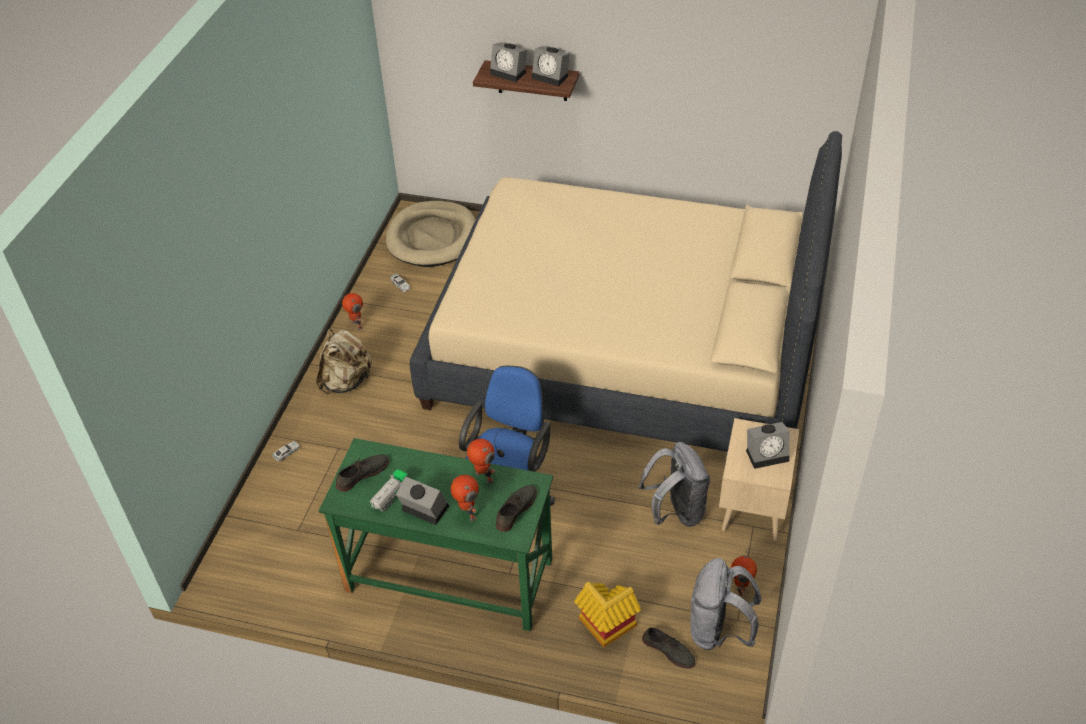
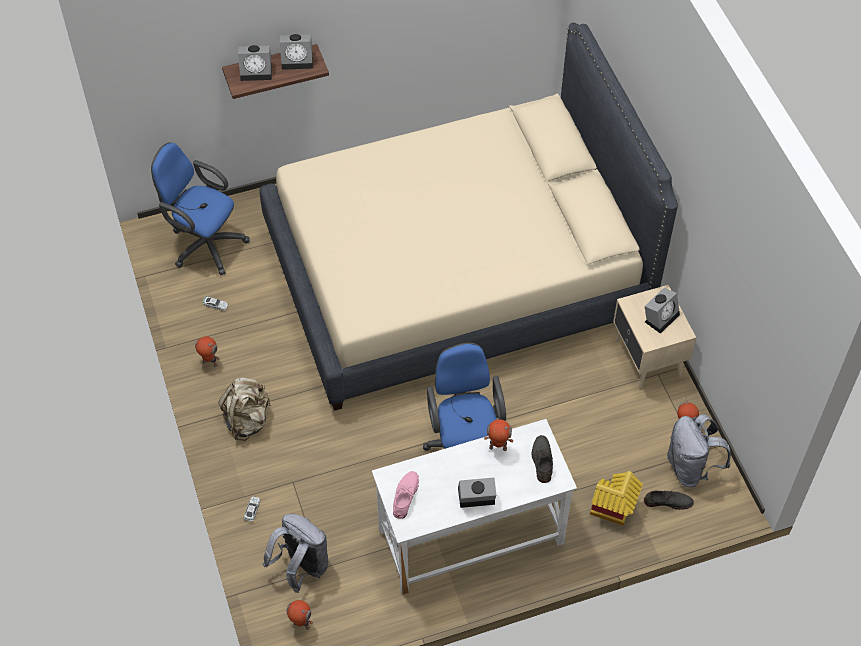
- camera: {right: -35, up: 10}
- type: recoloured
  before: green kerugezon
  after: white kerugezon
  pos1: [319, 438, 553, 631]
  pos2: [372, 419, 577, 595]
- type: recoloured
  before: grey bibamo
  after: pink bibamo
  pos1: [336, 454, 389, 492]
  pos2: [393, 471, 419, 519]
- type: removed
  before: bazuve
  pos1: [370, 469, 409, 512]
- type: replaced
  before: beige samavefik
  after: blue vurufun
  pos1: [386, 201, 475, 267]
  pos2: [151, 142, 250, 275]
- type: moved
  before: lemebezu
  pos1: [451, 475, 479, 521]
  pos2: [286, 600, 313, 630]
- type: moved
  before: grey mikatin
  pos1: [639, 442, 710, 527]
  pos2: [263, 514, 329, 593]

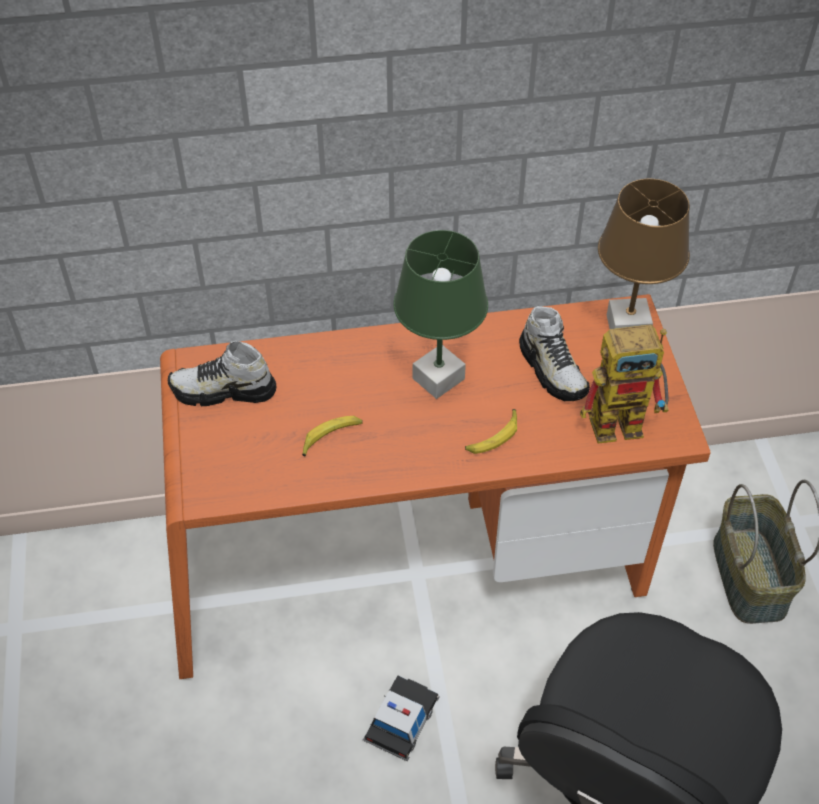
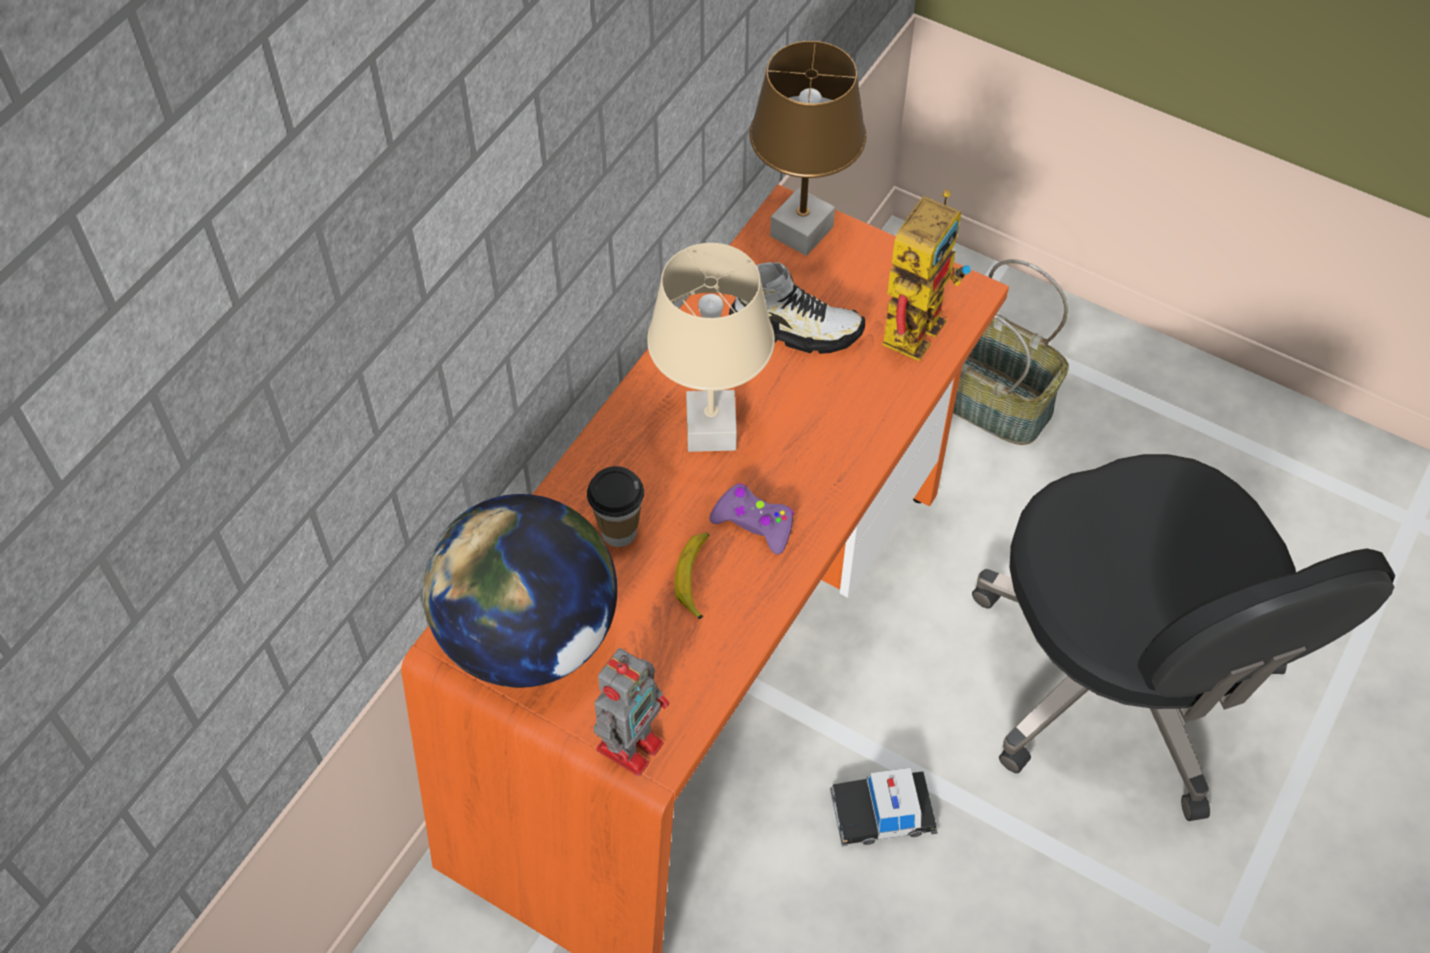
- camera: {right: -50, up: 5}
- type: replaced
  before: bibamo
  after: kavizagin
  pos1: [168, 341, 277, 406]
  pos2: [423, 494, 617, 688]
- type: turned
  before: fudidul
  pos1: [363, 676, 440, 761]
  pos2: [830, 768, 938, 847]
  turn: -75
- type: recoloured
  before: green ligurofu
  after: beige ligurofu
  pos1: [393, 230, 488, 399]
  pos2: [647, 243, 775, 452]
- type: removed
  before: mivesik
  pos1: [465, 409, 517, 454]
- type: added
  after: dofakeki
  pos2: [587, 466, 644, 547]
- type: added
  after: lemebezu
  pos2: [594, 648, 669, 776]
- type: added
  after: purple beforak
  pos2: [710, 484, 794, 555]

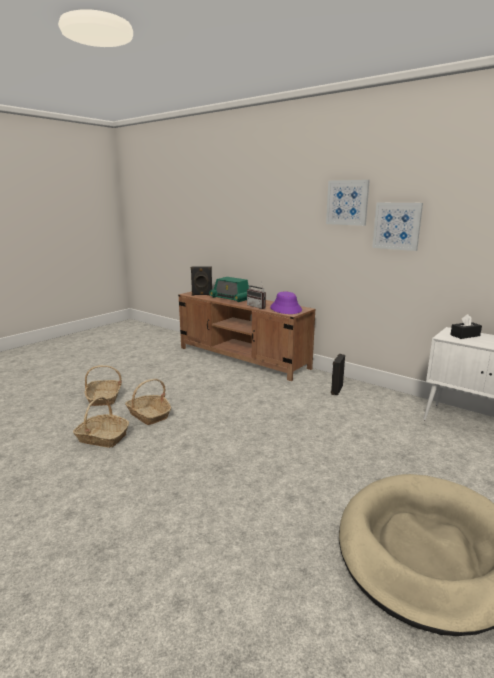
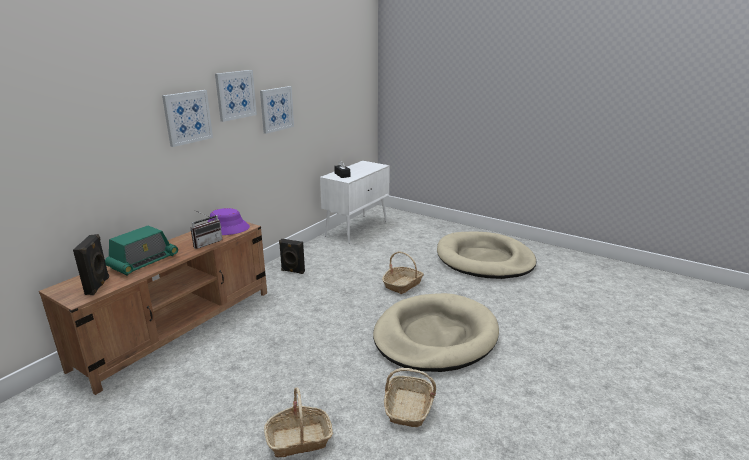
- camera: {right: -95, up: 5}
- type: moved
  before: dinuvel
  pos1: [125, 379, 171, 425]
  pos2: [382, 252, 424, 294]
- type: added
  after: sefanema
  pos2: [162, 90, 213, 147]
- type: added
  after: beige samavefik
  pos2: [373, 293, 499, 372]

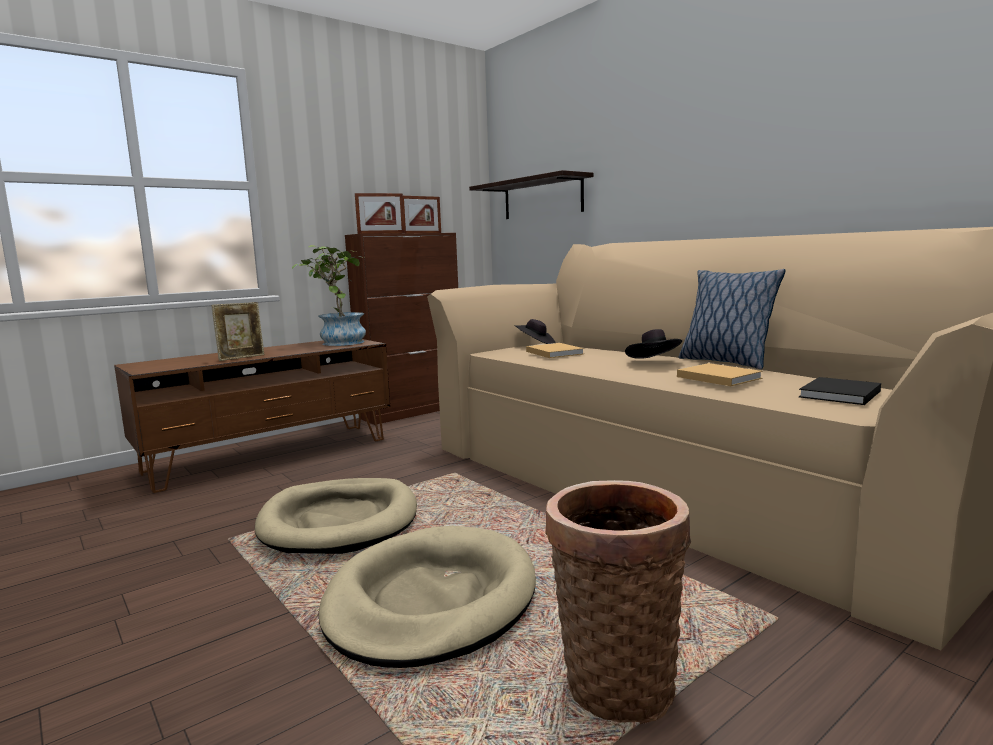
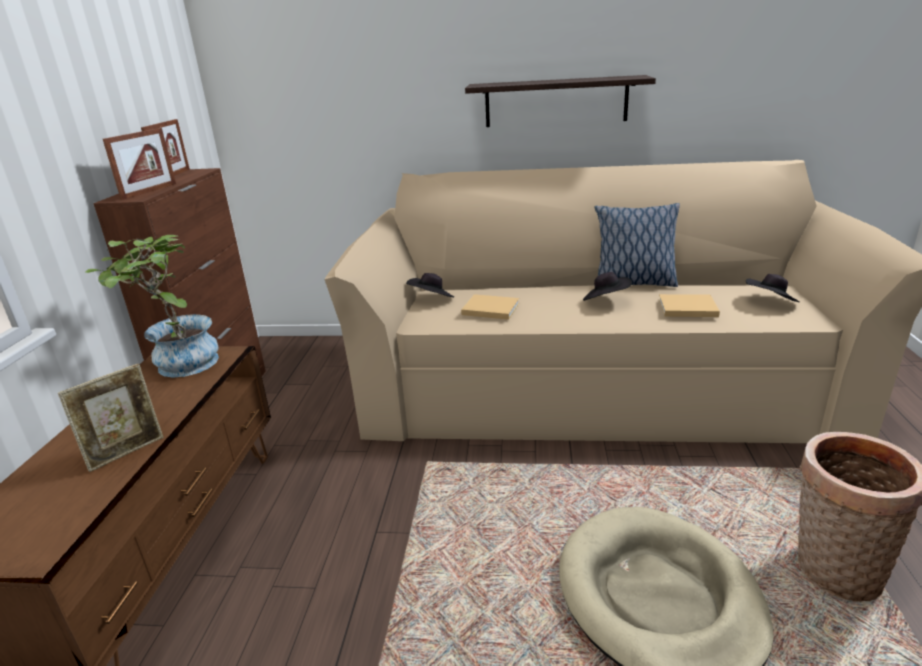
- camera: {right: -45, up: 15}
- type: turned
  before: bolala
  pos1: [211, 302, 264, 361]
  pos2: [58, 364, 164, 472]
  turn: 45
- type: removed
  before: beige samavefik
  pos1: [255, 478, 417, 554]
- type: moved
  before: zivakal
  pos1: [469, 170, 594, 219]
  pos2: [465, 75, 656, 127]
- type: replaced
  before: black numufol
  after: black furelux
  pos1: [799, 377, 881, 405]
  pos2: [746, 274, 800, 302]

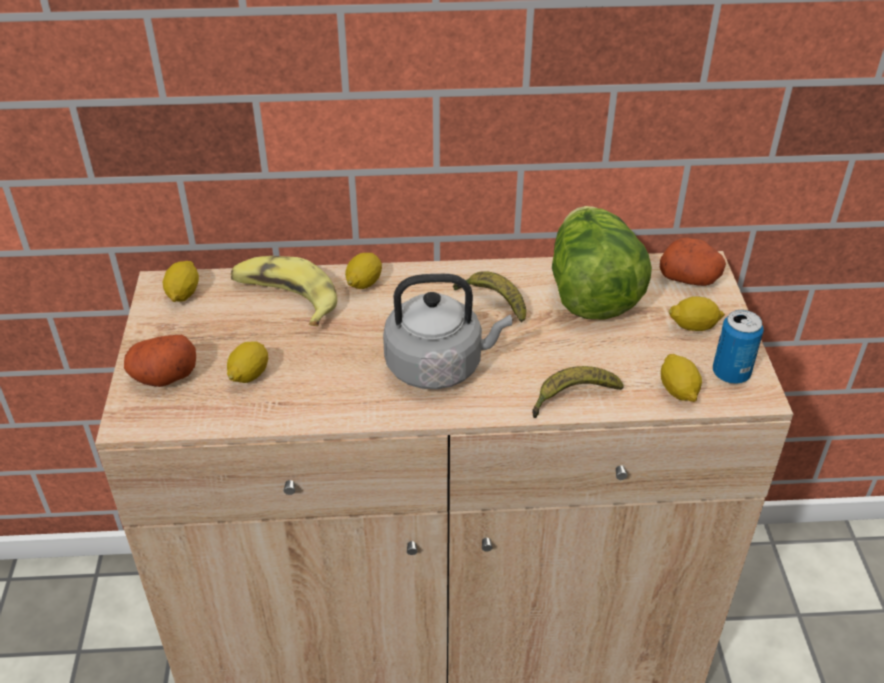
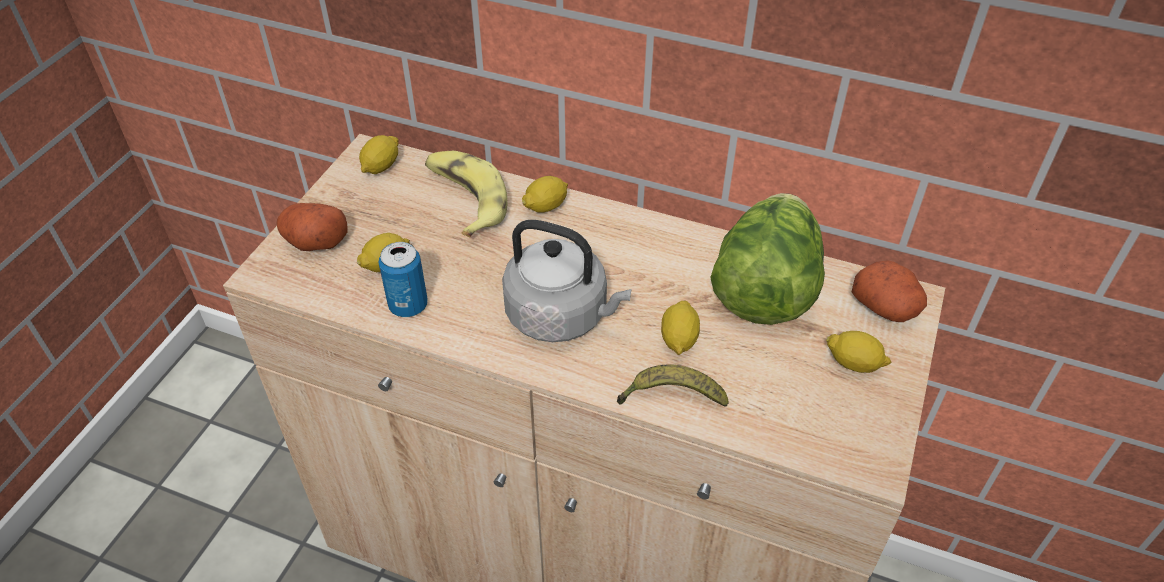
- camera: {right: 25, up: 5}
- type: removed
  before: mivesik
  pos1: [453, 271, 526, 323]
- type: moved
  before: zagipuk
  pos1: [661, 354, 702, 402]
  pos2: [661, 301, 700, 355]
- type: moved
  before: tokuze
  pos1: [713, 310, 764, 384]
  pos2: [378, 242, 428, 317]

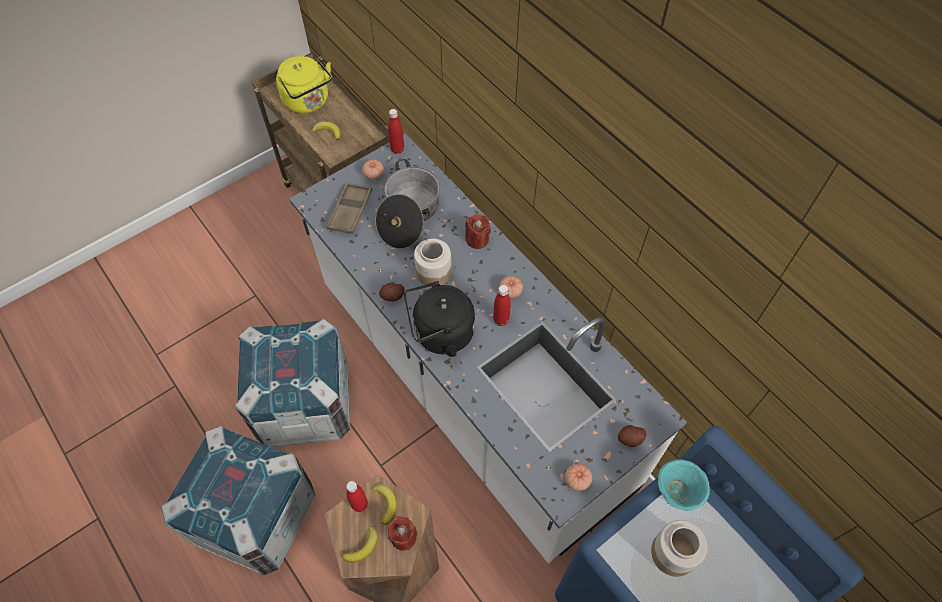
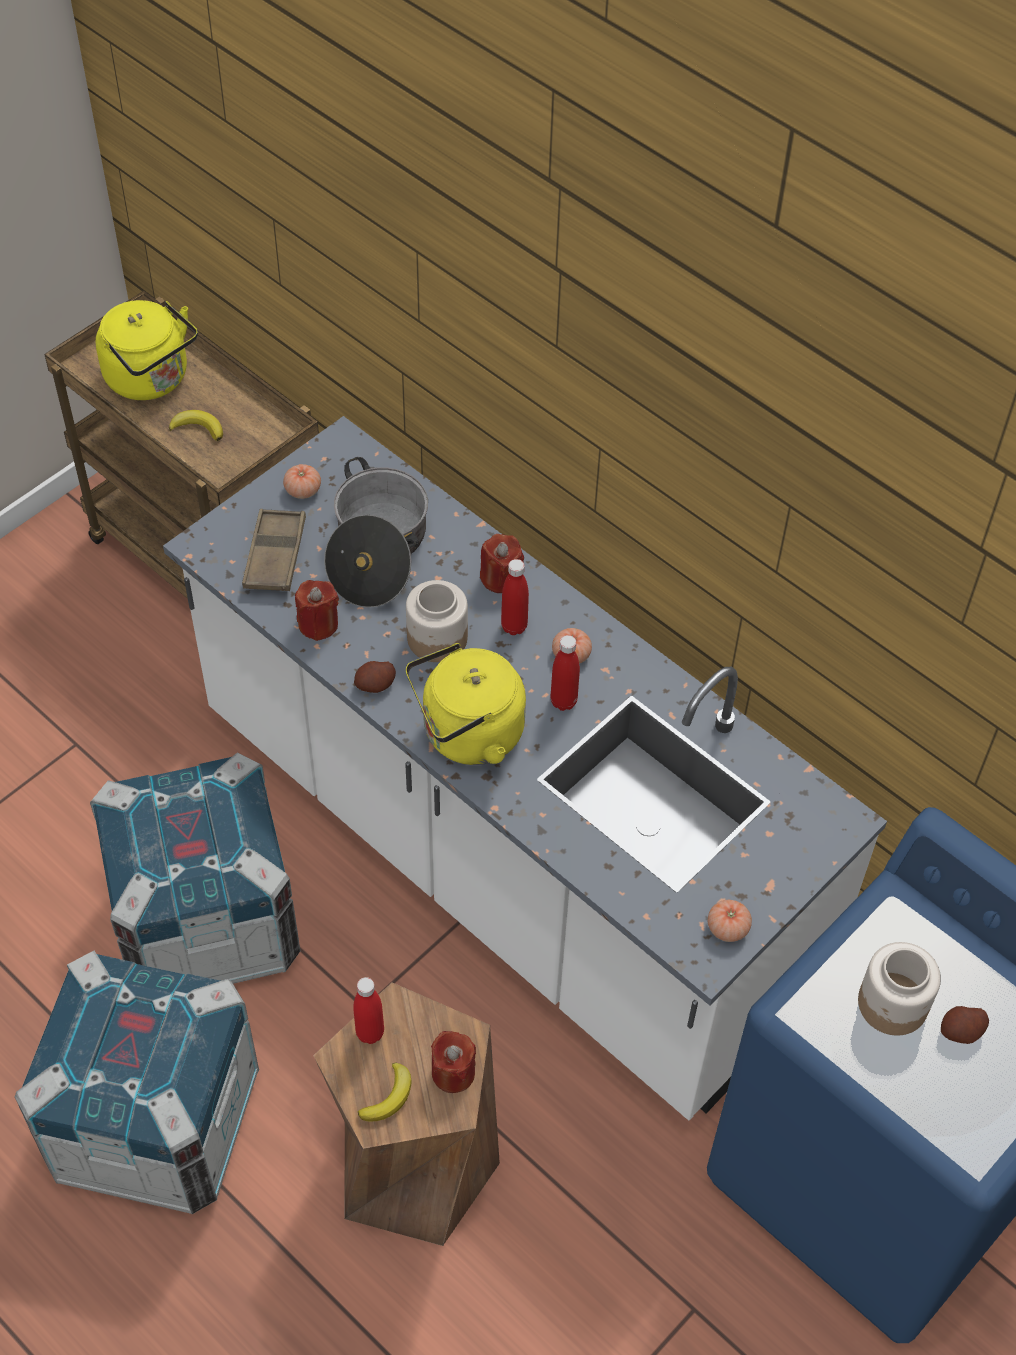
- camera: {right: -10, up: -5}
- type: removed
  before: mivesik
  pos1: [372, 485, 397, 524]
- type: moved
  before: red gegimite
  pos1: [388, 109, 404, 154]
  pos2: [501, 559, 529, 635]
- type: recoloured
  before: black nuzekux
  after: yellow nuzekux
  pos1: [404, 281, 475, 357]
  pos2: [406, 643, 526, 765]
- type: moved
  before: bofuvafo
  pos1: [618, 425, 646, 447]
  pos2: [941, 1006, 989, 1044]
- type: removed
  before: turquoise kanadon
  pos1: [658, 459, 710, 511]
- type: added
  after: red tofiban
  pos2: [295, 580, 339, 641]

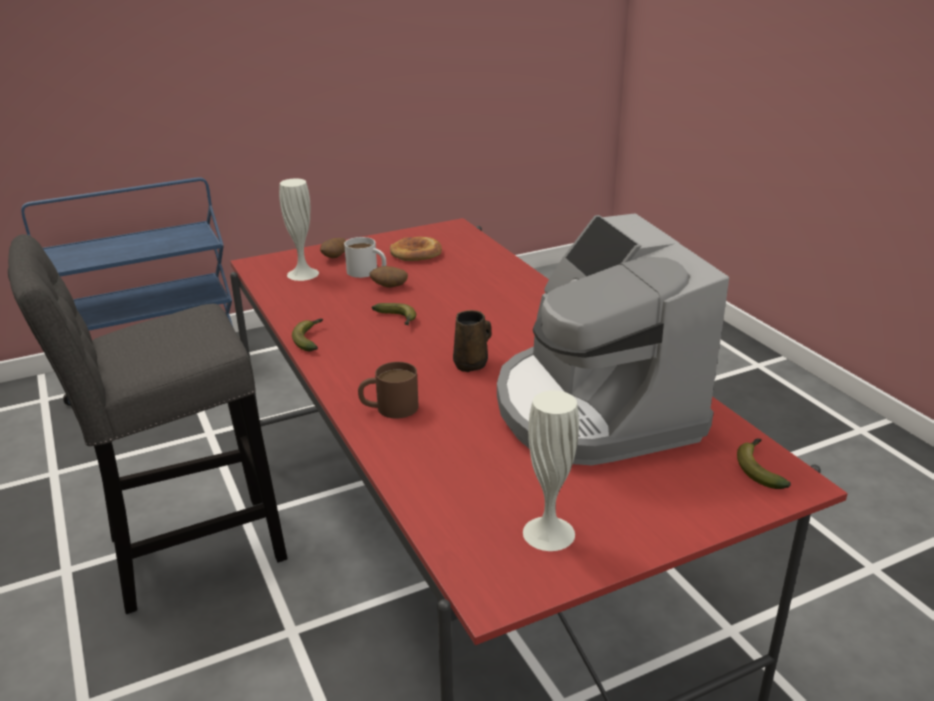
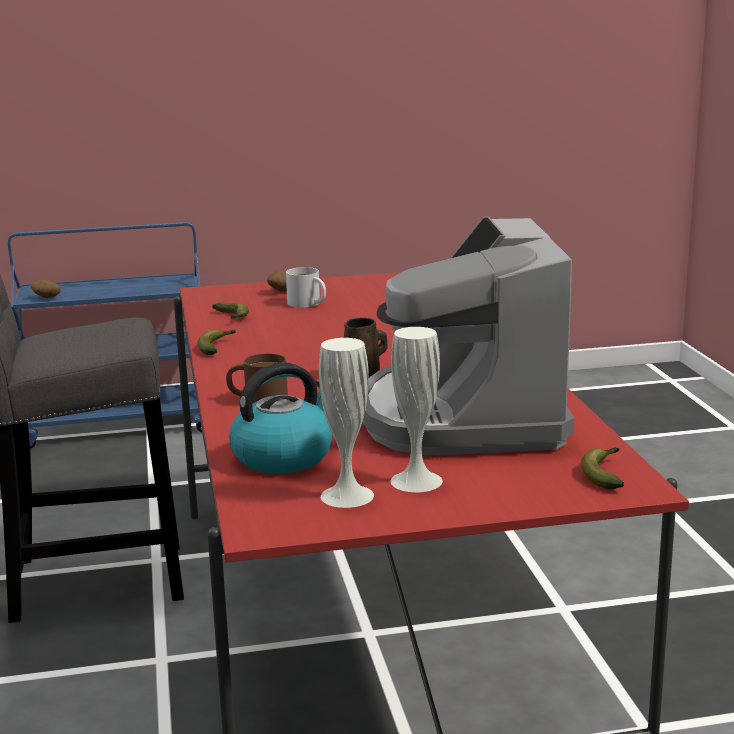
- camera: {right: 15, up: -10}
- type: moved
  before: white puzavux
  pos1: [279, 179, 319, 281]
  pos2: [391, 327, 443, 492]
- type: moved
  before: bofuvafo
  pos1: [370, 266, 408, 288]
  pos2: [31, 280, 61, 298]
- type: moved
  before: mivesik
  pos1: [372, 303, 416, 325]
  pos2: [212, 302, 249, 319]
- type: removed
  before: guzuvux
  pos1: [390, 237, 442, 261]
- type: added
  after: nuzekux
  pos2: [229, 362, 333, 474]

